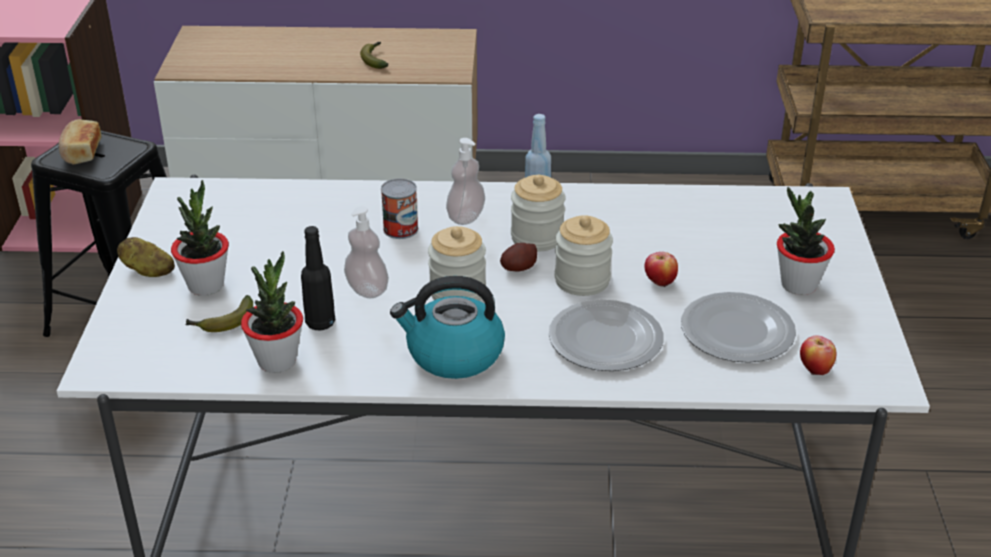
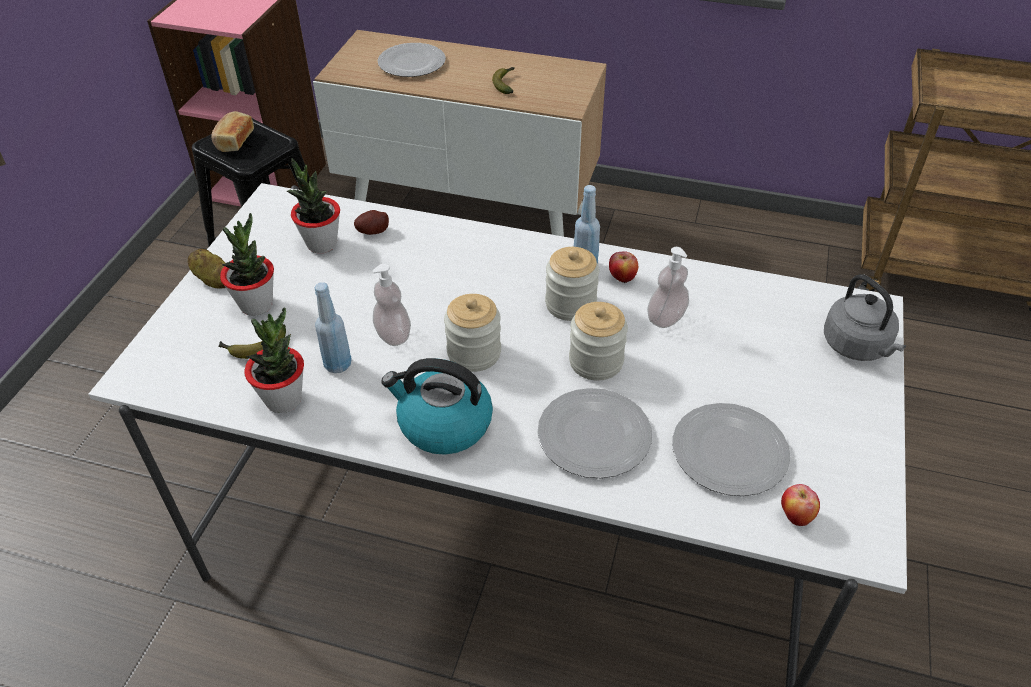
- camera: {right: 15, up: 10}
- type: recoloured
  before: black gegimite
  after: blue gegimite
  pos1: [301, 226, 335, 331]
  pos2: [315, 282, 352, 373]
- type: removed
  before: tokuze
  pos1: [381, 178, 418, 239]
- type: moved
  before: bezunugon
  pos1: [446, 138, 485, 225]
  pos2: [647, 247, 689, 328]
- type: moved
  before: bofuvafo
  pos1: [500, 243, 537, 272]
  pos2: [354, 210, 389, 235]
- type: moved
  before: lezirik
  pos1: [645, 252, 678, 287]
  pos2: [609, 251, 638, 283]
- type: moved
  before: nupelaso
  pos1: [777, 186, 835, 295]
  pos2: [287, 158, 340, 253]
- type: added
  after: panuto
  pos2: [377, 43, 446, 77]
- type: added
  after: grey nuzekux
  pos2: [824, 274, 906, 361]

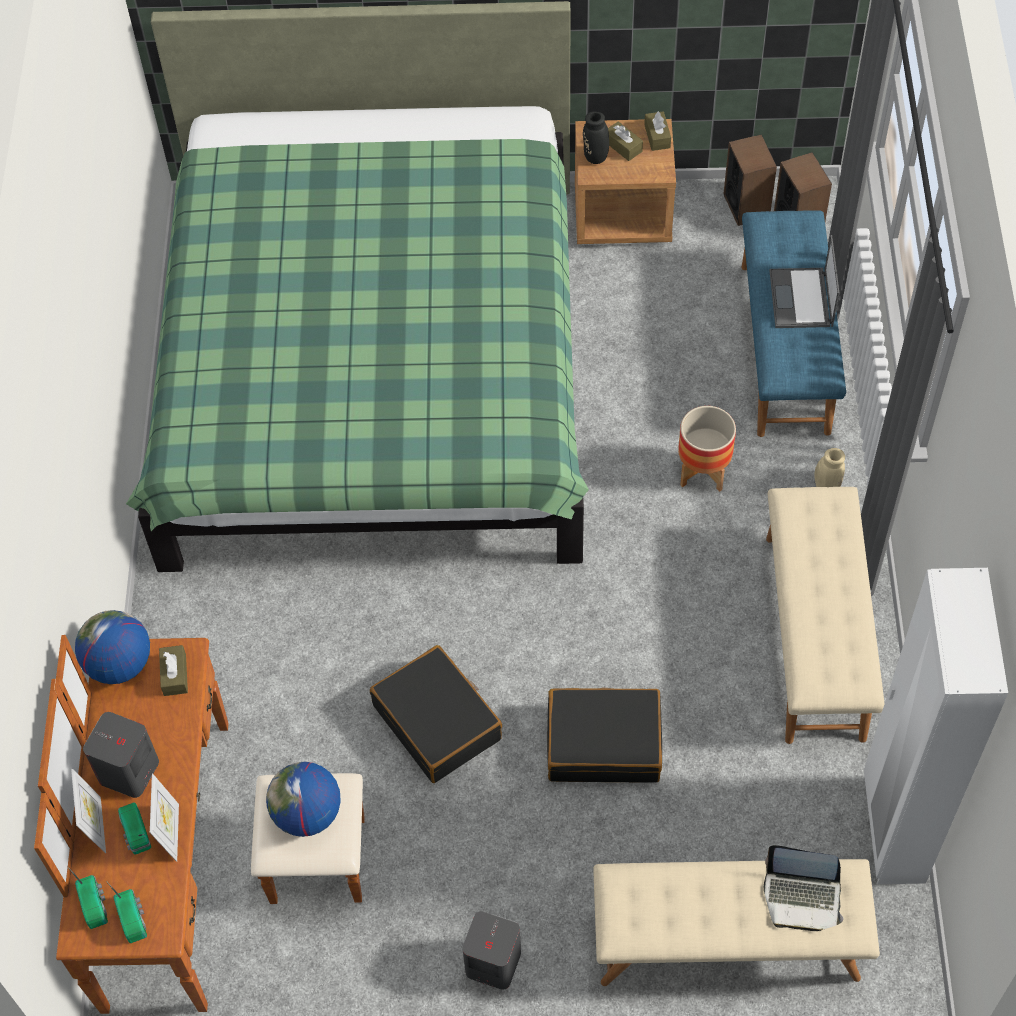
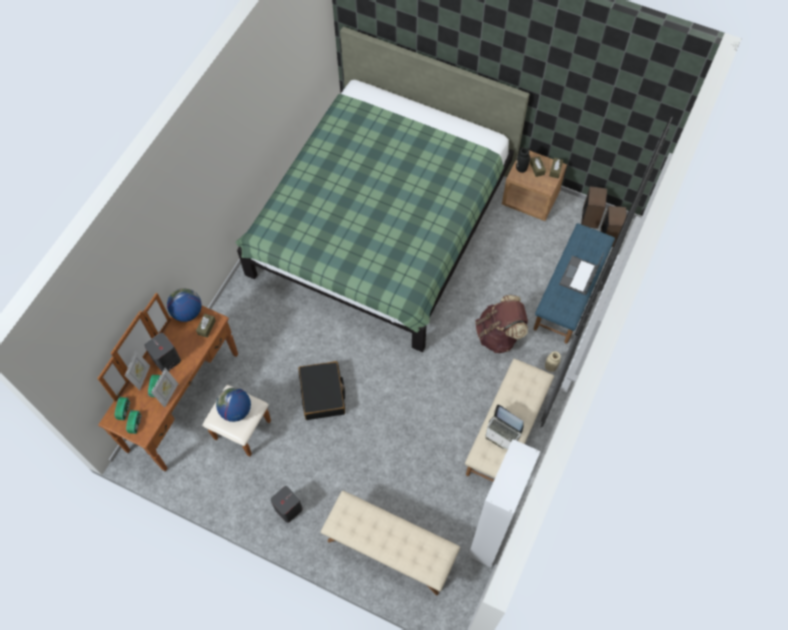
- camera: {right: 25, up: 5}
- type: removed
  before: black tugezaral
  pos1: [547, 687, 662, 783]
- type: replaced
  before: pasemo
  after: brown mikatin
  pos1: [678, 406, 736, 492]
  pos2: [475, 295, 528, 353]
- type: moved
  before: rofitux
  pos1: [764, 845, 843, 931]
  pos2: [486, 405, 524, 449]

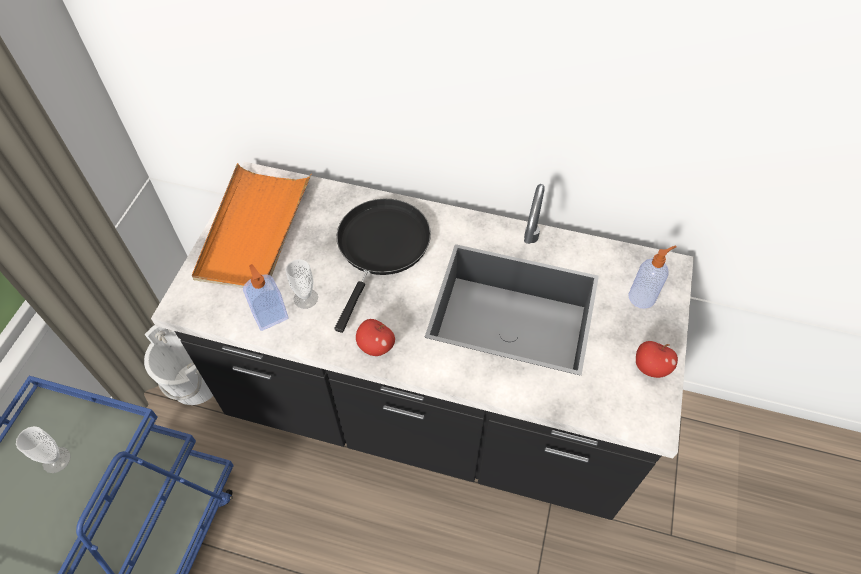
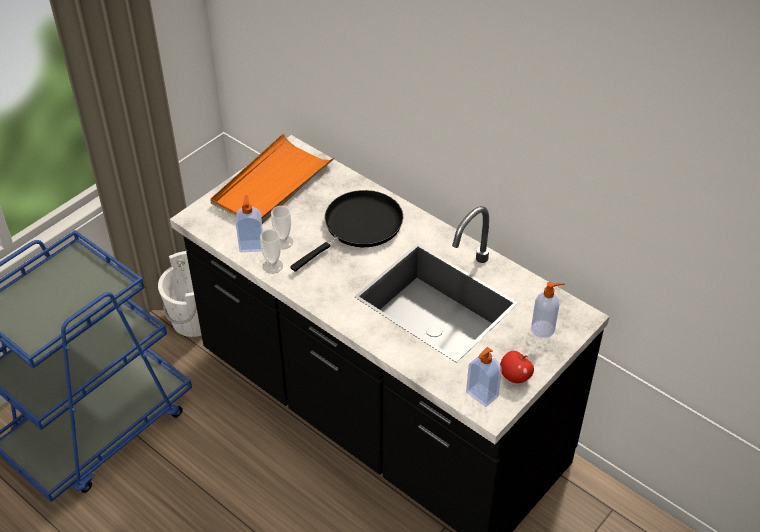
- camera: {right: 25, up: -10}
- type: moved
  before: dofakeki
  pos1: [16, 426, 71, 473]
  pos2: [260, 229, 283, 274]
- type: removed
  before: lezirik
  pos1: [356, 319, 395, 356]
- type: added
  after: bezunugon
  pos2: [466, 347, 502, 407]

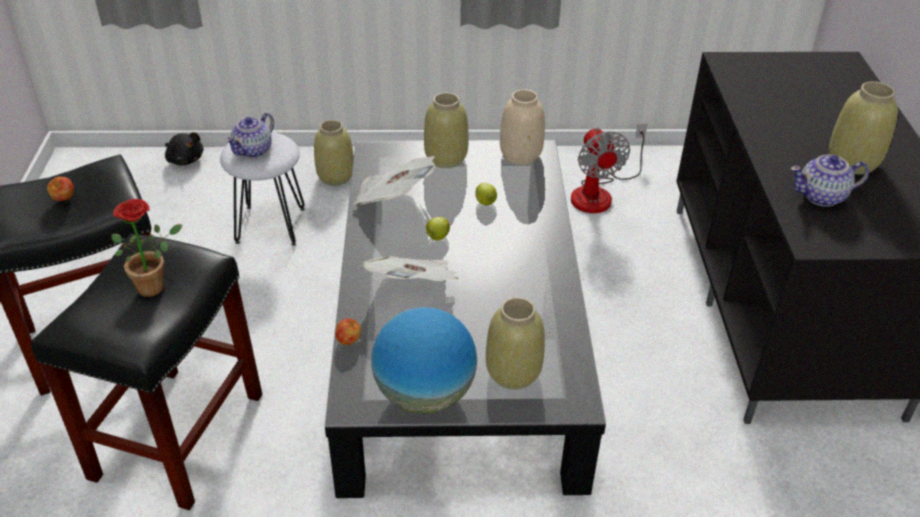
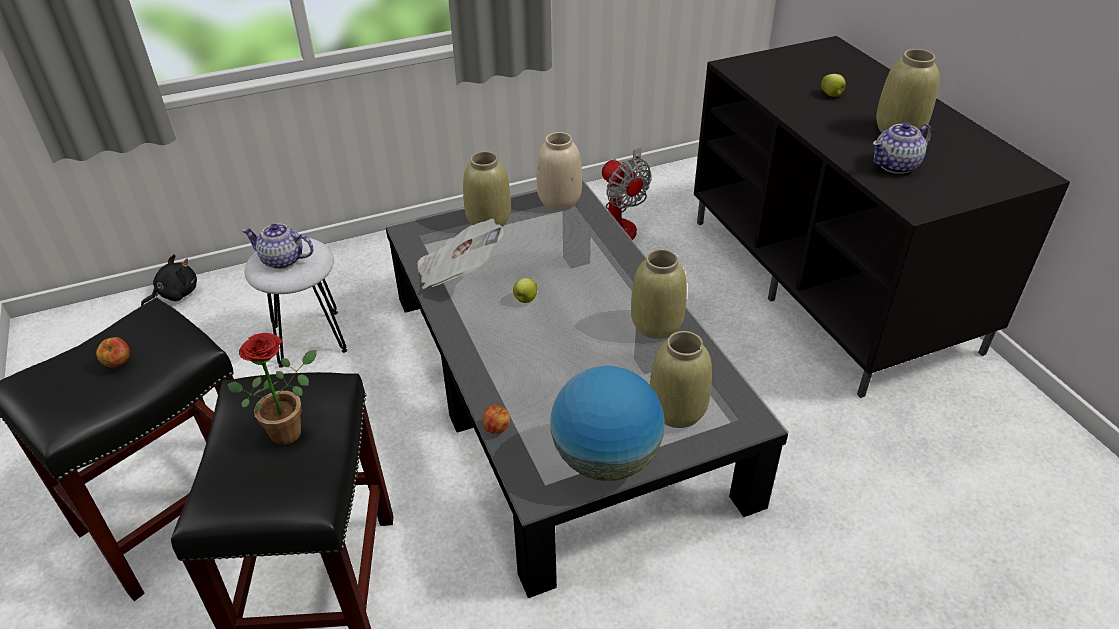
- camera: {right: -20, up: 0}
- type: turned
  before: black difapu
  pos1: [165, 132, 203, 165]
  pos2: [141, 254, 197, 306]
  turn: -60
- type: turned
  before: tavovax
  pos1: [225, 113, 274, 158]
  pos2: [242, 224, 314, 269]
  turn: 90
- type: moved
  before: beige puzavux
  pos1: [314, 120, 354, 186]
  pos2: [631, 249, 687, 339]
- type: removed
  before: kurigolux
  pos1: [363, 256, 458, 281]
- type: moved
  before: lezirik
  pos1: [476, 183, 497, 206]
  pos2: [821, 74, 846, 97]

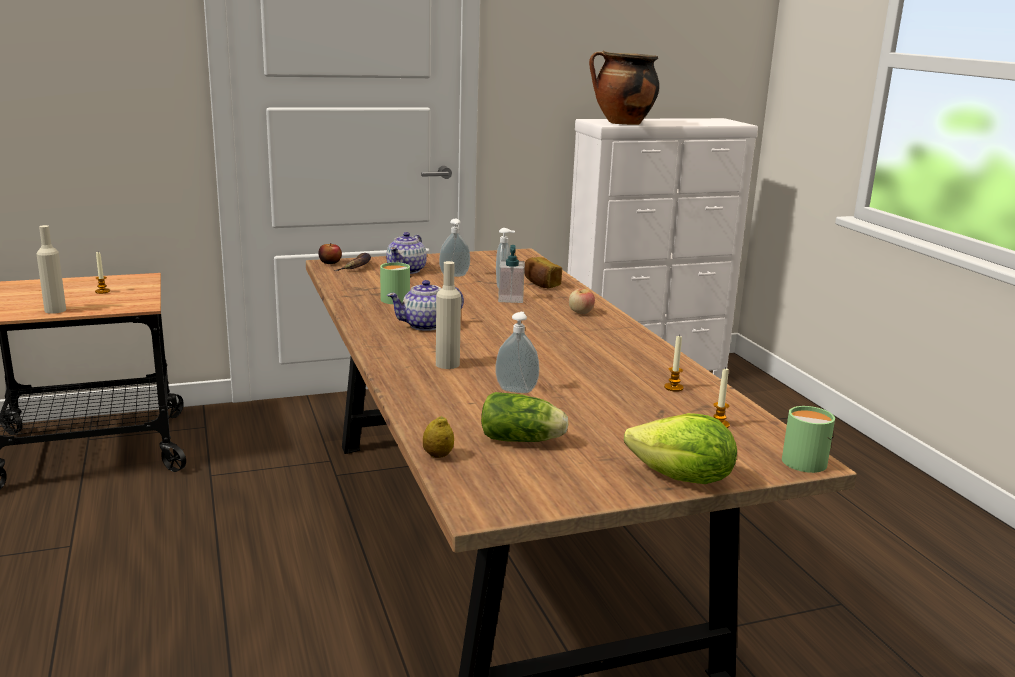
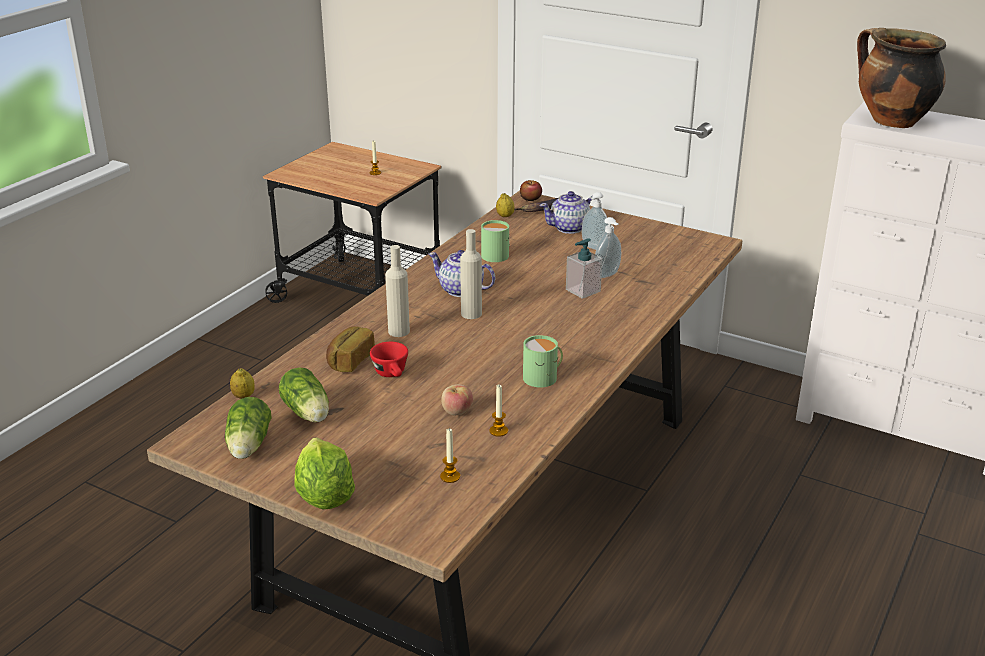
- camera: {right: 50, up: 10}
- type: moved
  before: beige gegimite
  pos1: [37, 225, 66, 314]
  pos2: [460, 229, 482, 319]
- type: replaced
  before: bezunugon
  after: red dofakeki
  pos1: [496, 312, 539, 393]
  pos2: [370, 342, 408, 377]
- type: moved
  before: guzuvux
  pos1: [524, 257, 562, 288]
  pos2: [326, 326, 375, 372]
- type: moved
  before: lezirik
  pos1: [569, 289, 595, 314]
  pos2: [441, 384, 473, 415]
- type: moved
  before: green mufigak
  pos1: [782, 406, 835, 473]
  pos2: [523, 335, 563, 388]
- type: added
  after: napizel
  pos2: [225, 397, 272, 459]
- type: added
  after: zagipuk
  pos2: [496, 193, 514, 217]

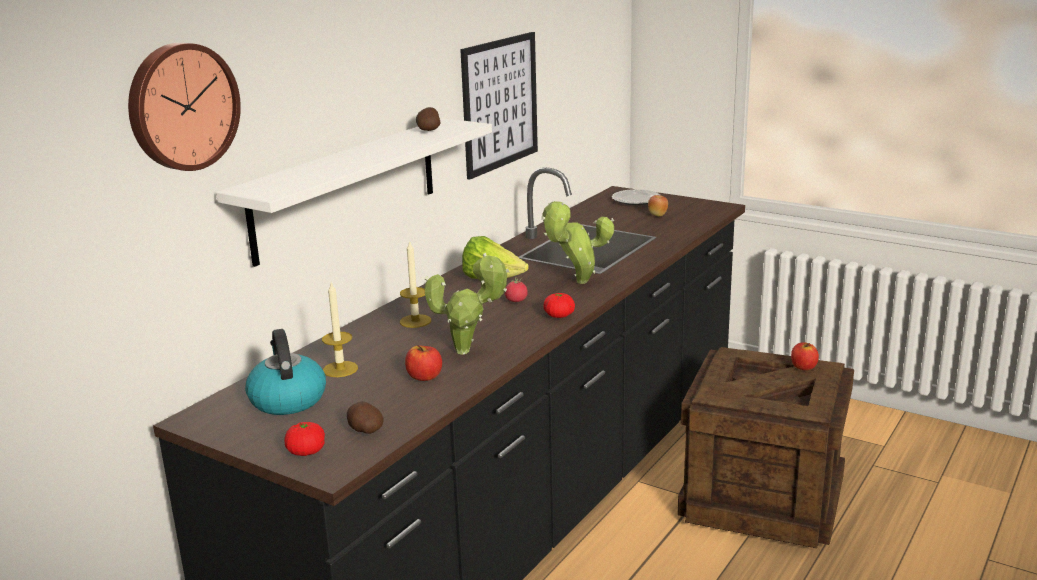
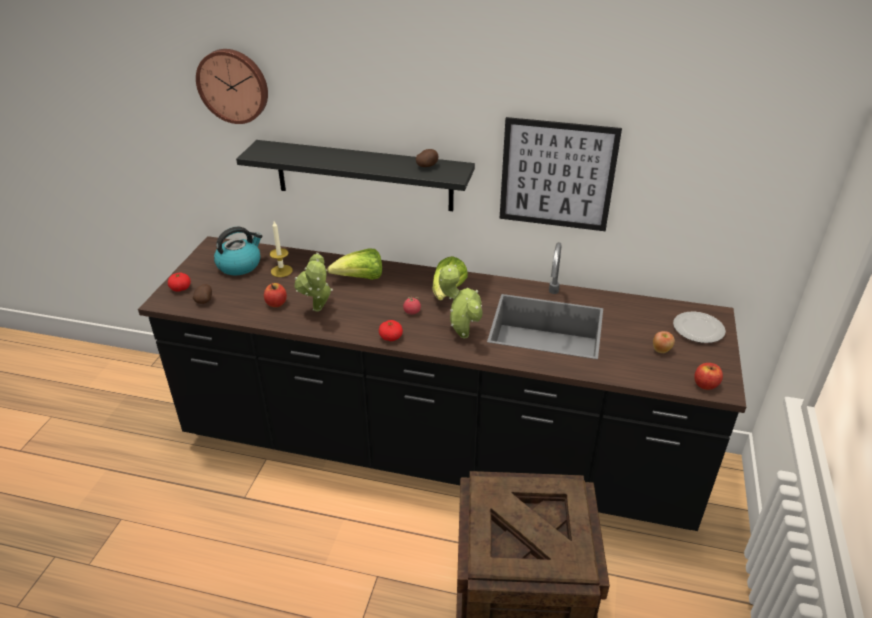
- camera: {right: 70, up: 15}
- type: recoloured
  before: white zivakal
  after: black zivakal
  pos1: [216, 118, 492, 267]
  pos2: [236, 140, 475, 211]
- type: replaced
  before: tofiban
  after: napizel
  pos1: [400, 240, 431, 328]
  pos2: [327, 248, 382, 280]
- type: moved
  before: lezirik
  pos1: [791, 342, 819, 370]
  pos2: [694, 363, 723, 390]

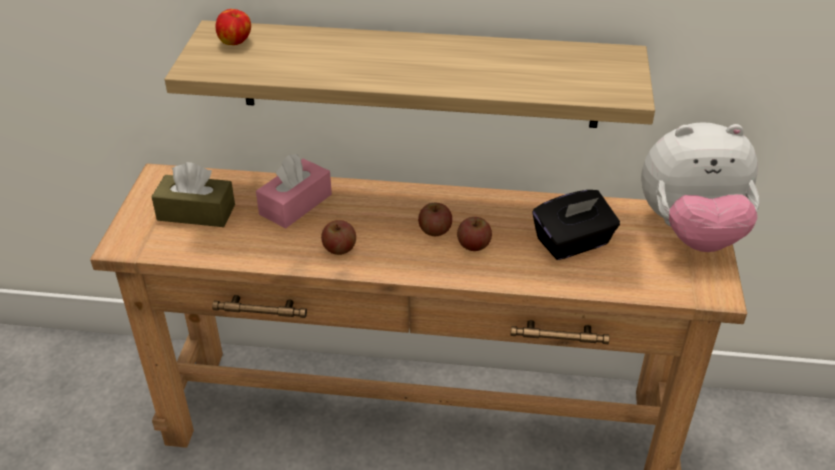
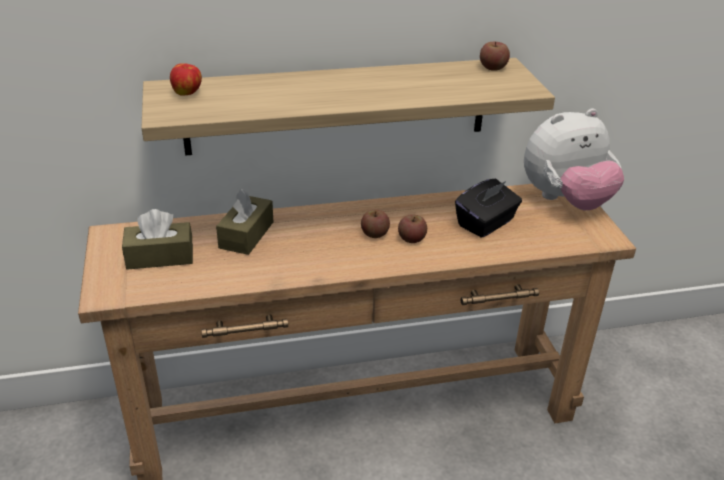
- camera: {right: -20, up: -5}
- type: recoloured
  before: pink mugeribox
  after: brown mugeribox
  pos1: [256, 154, 332, 228]
  pos2: [216, 189, 273, 255]
- type: moved
  before: lezirik
  pos1: [321, 220, 356, 255]
  pos2: [480, 42, 510, 71]

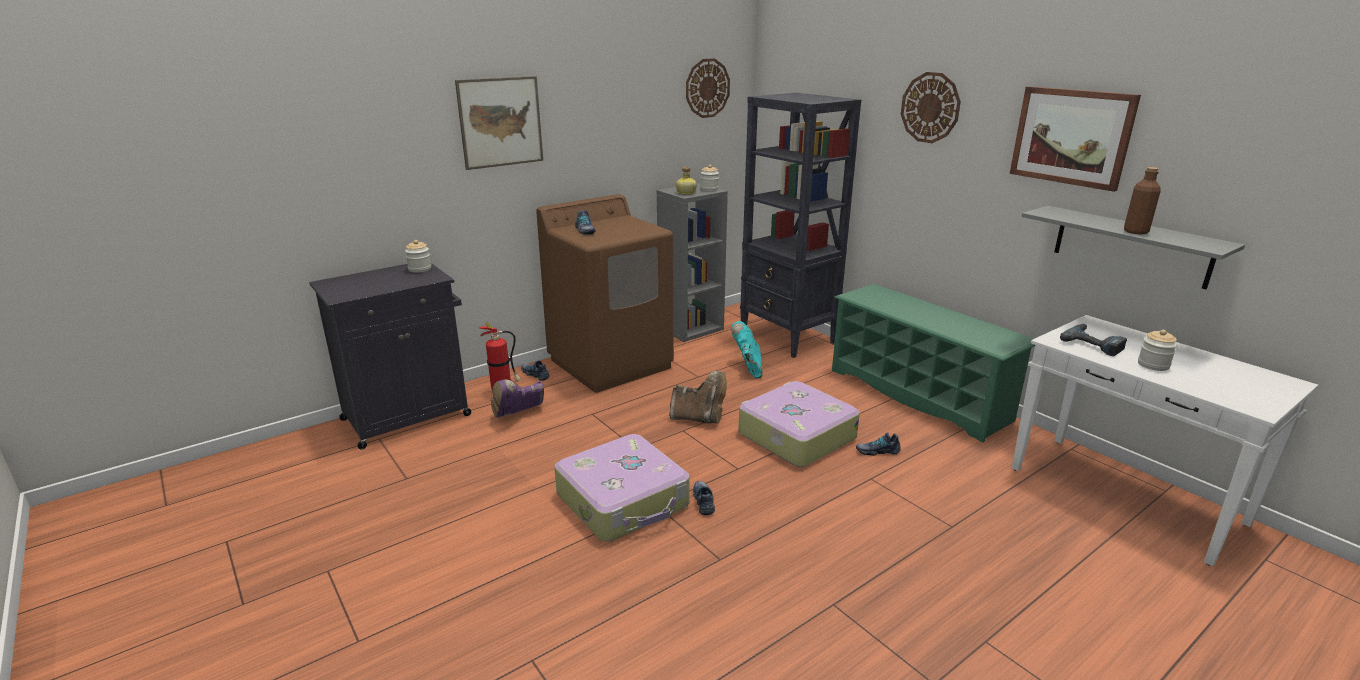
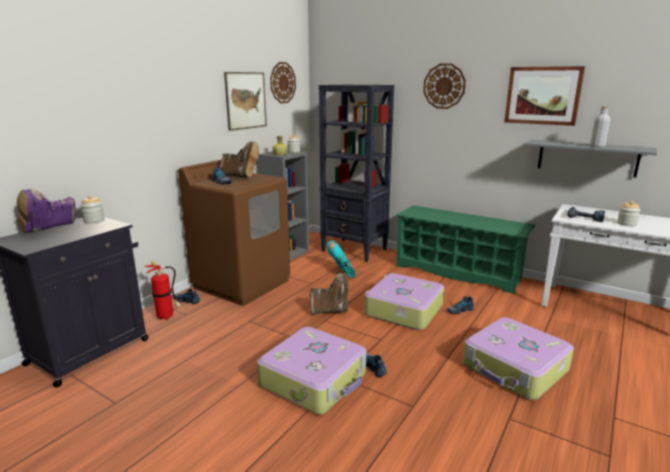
- camera: {right: -20, up: -5}
- type: moved
  before: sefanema
  pos1: [455, 76, 543, 170]
  pos2: [224, 72, 267, 131]
- type: moved
  before: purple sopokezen
  pos1: [491, 379, 544, 417]
  pos2: [17, 189, 76, 233]
- type: recoloured
  before: brown gegimite
  after: grey gegimite
  pos1: [1124, 167, 1161, 234]
  pos2: [590, 107, 611, 147]
- type: added
  after: brown sopokezen
  pos2: [220, 142, 259, 177]
- type: added
  after: tugezaral
  pos2: [462, 317, 574, 400]

